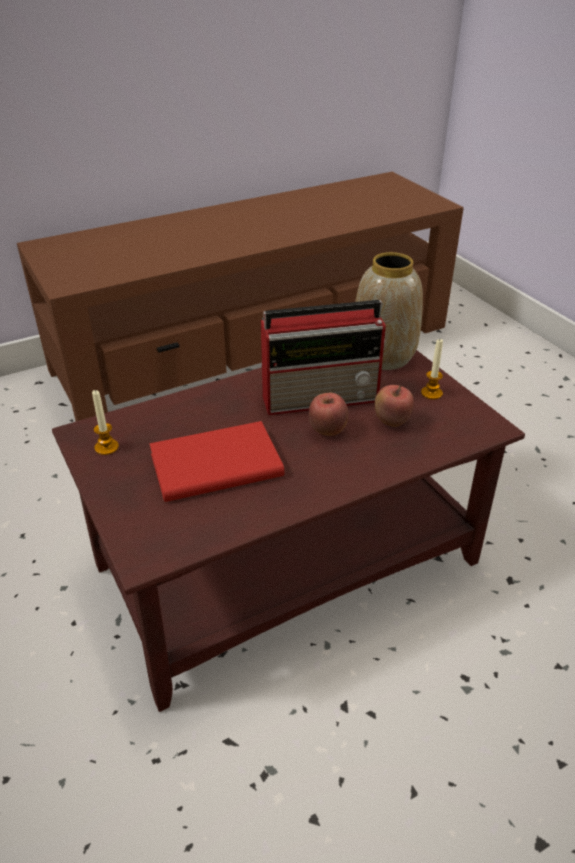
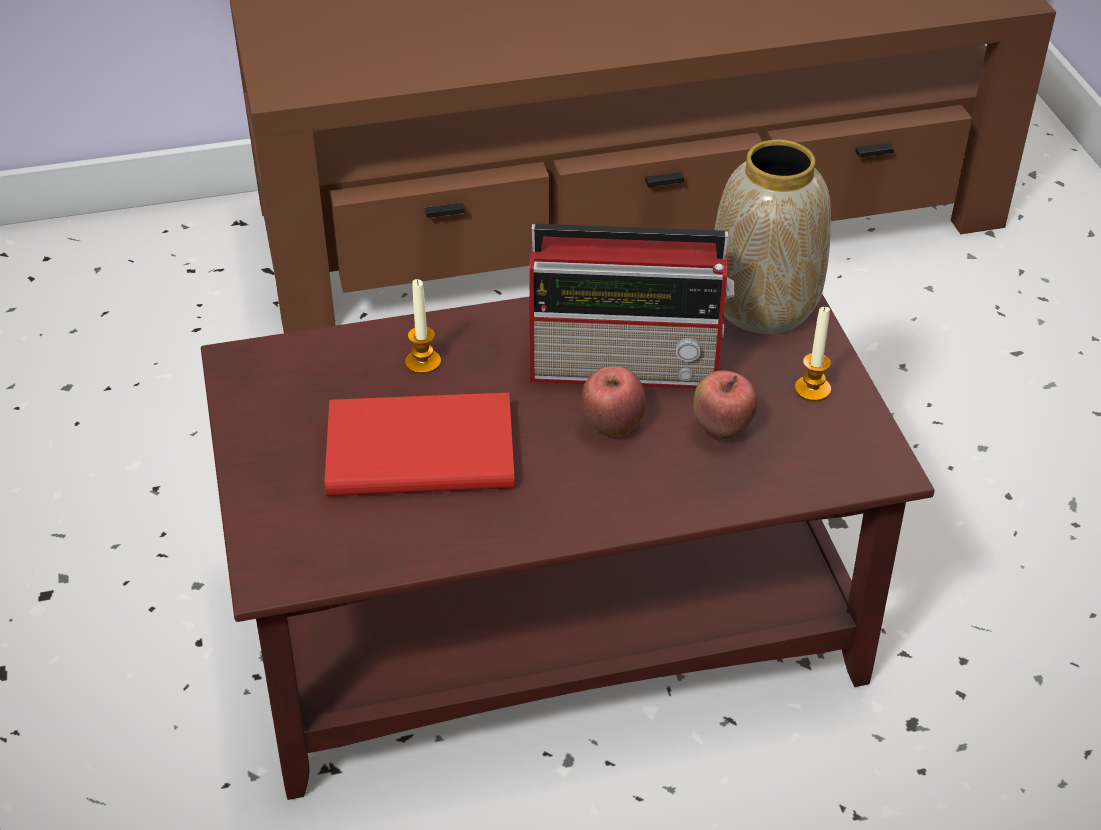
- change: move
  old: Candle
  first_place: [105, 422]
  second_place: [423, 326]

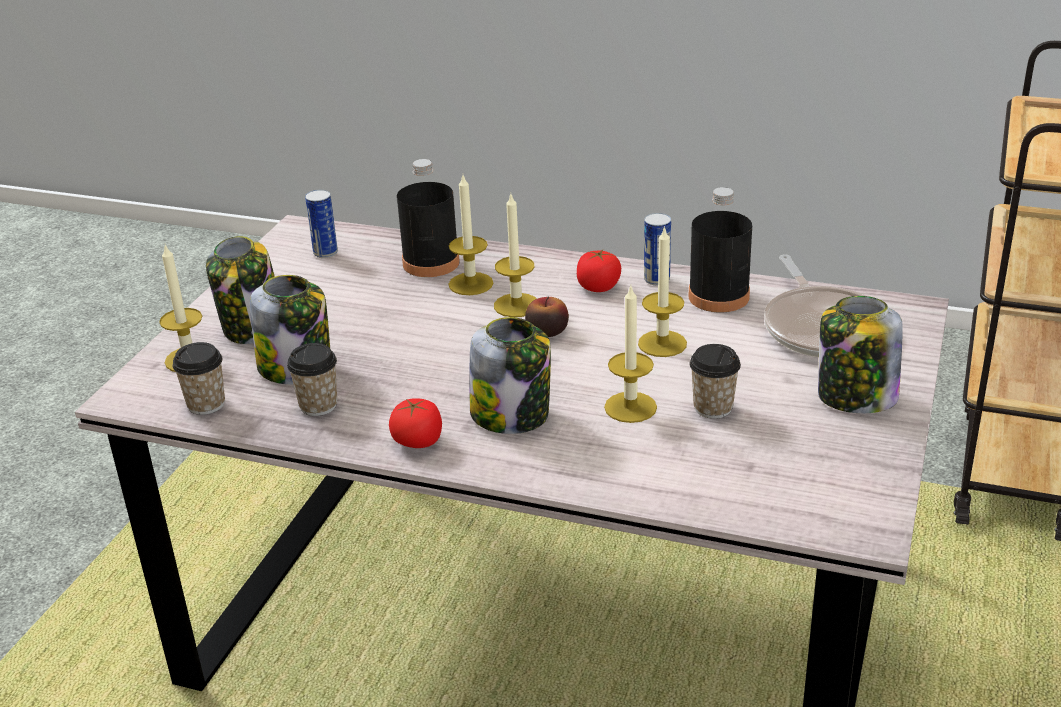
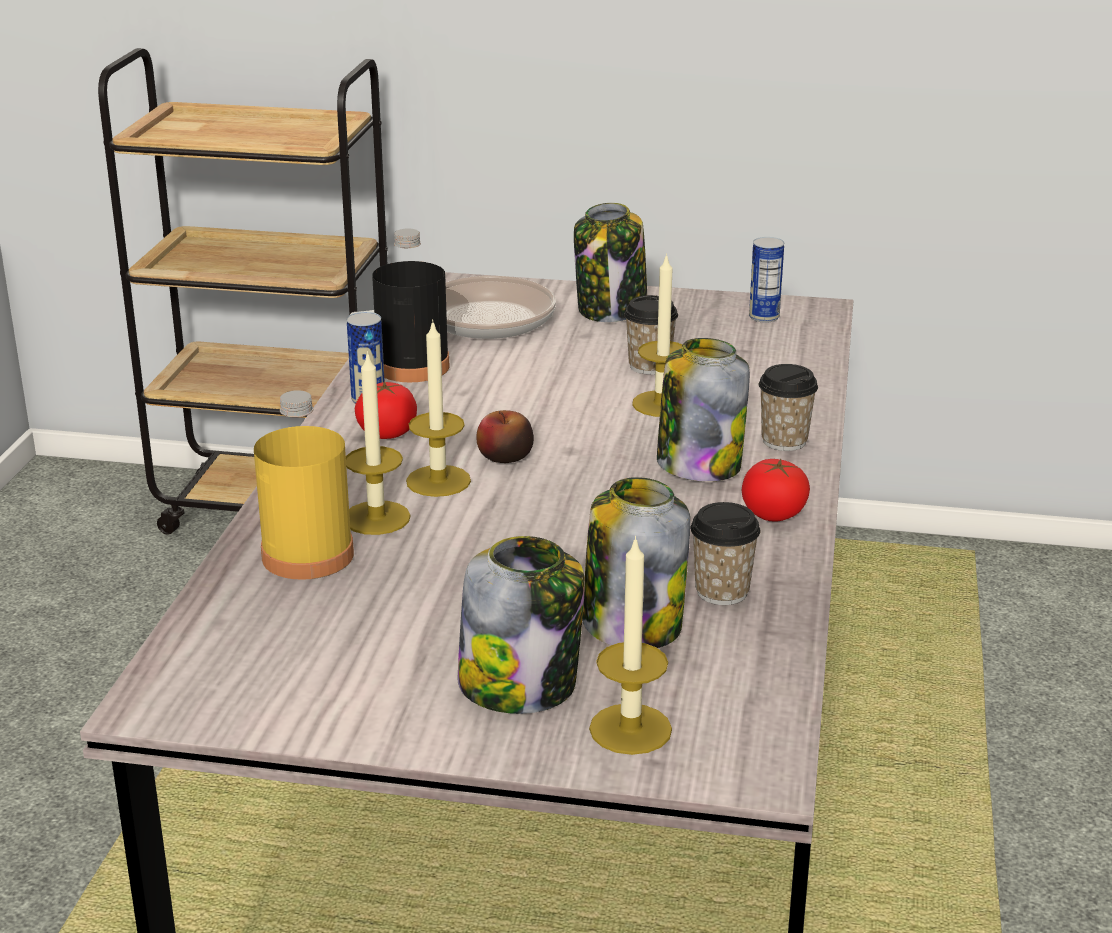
- change: recolor
  old: BlackBottle
  new: YellowBottle
  first_place: [428, 218]
  second_place: [304, 485]
- change: move
  old: Can
  first_place: [321, 224]
  second_place: [766, 280]
- change: delete
  old: Candle
  first_place: [662, 291]
- change: move
  old: Cup
  first_place: [199, 378]
  second_place: [788, 407]

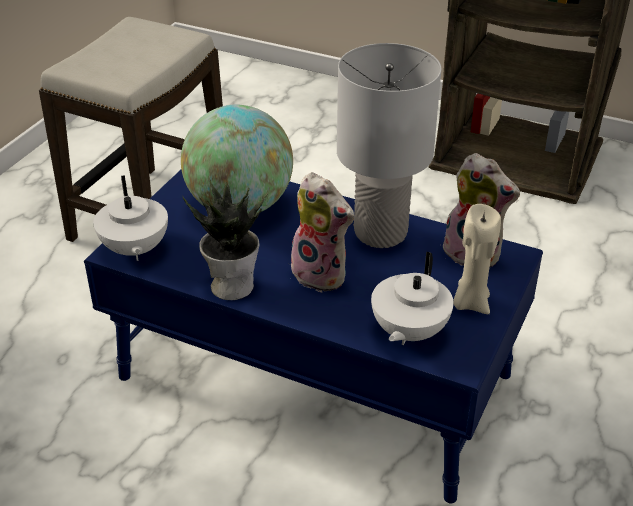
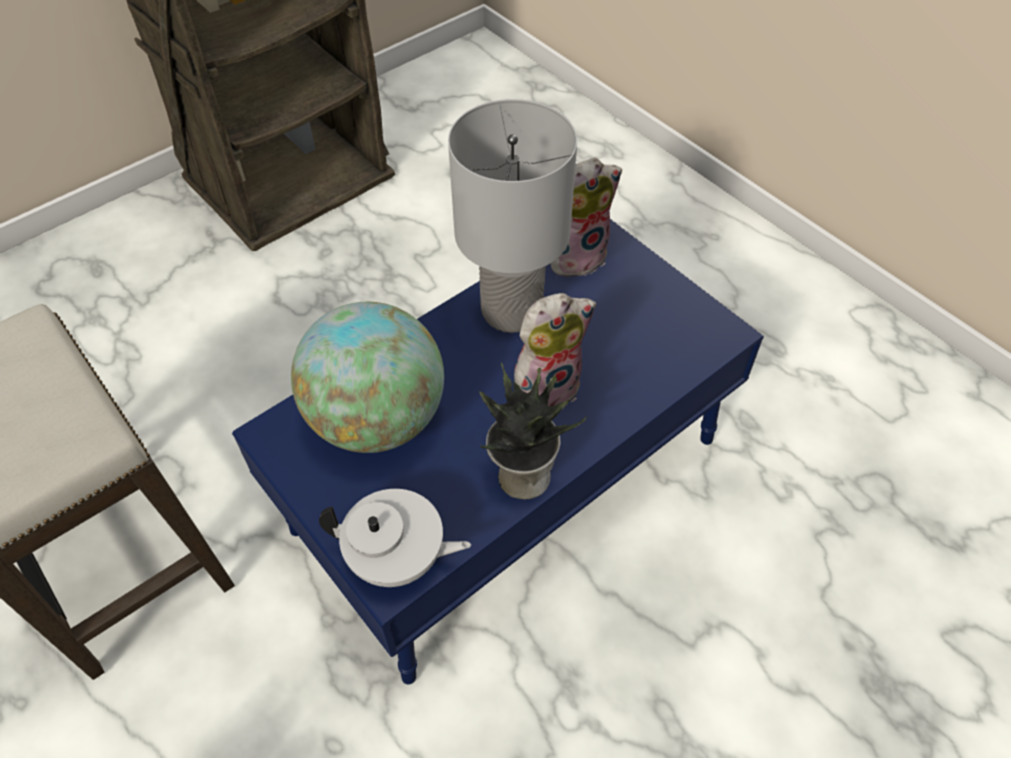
- change: delete
  old: BeigeCandle
  first_place: [477, 259]
- change: delete
  old: WhiteTeapot
  first_place: [412, 298]

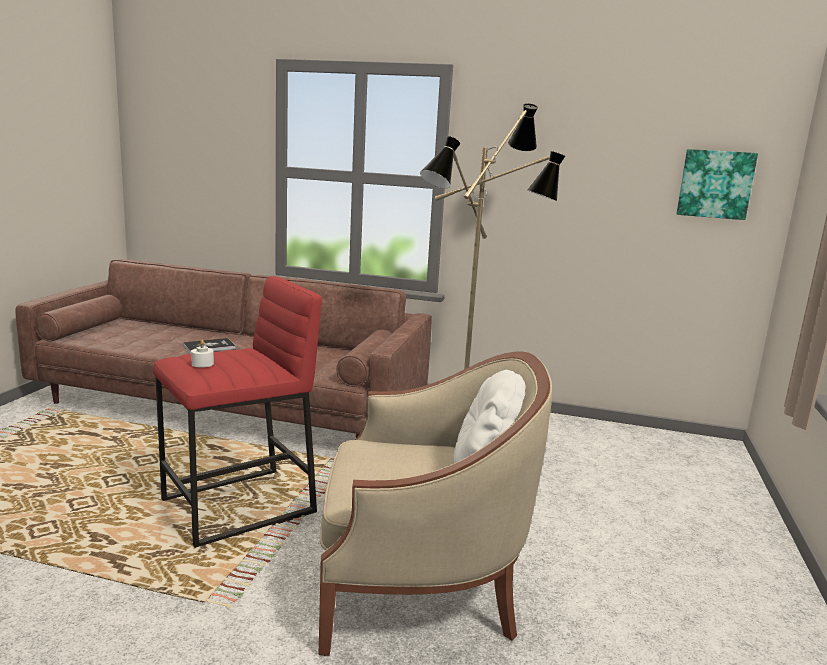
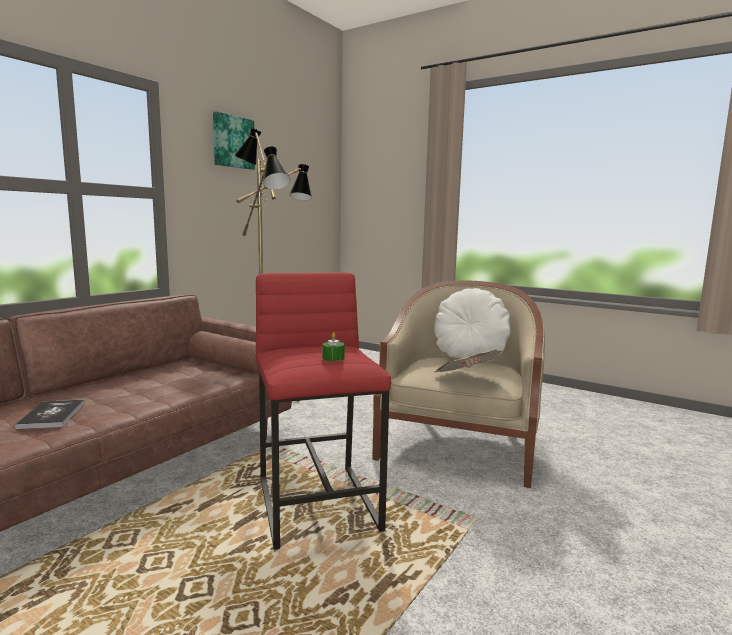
- change: move
  old: Picture
  first_place: [717, 184]
  second_place: [234, 140]
- change: recolor
  old: WhiteCandle
  new: GreenCandle
  first_place: [202, 354]
  second_place: [334, 346]
- change: insert
  new: Newspaper
  second_place: [468, 361]

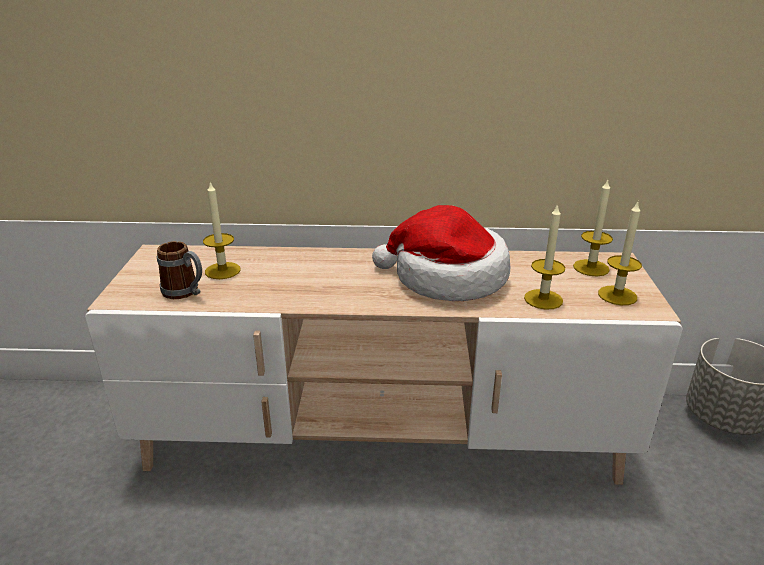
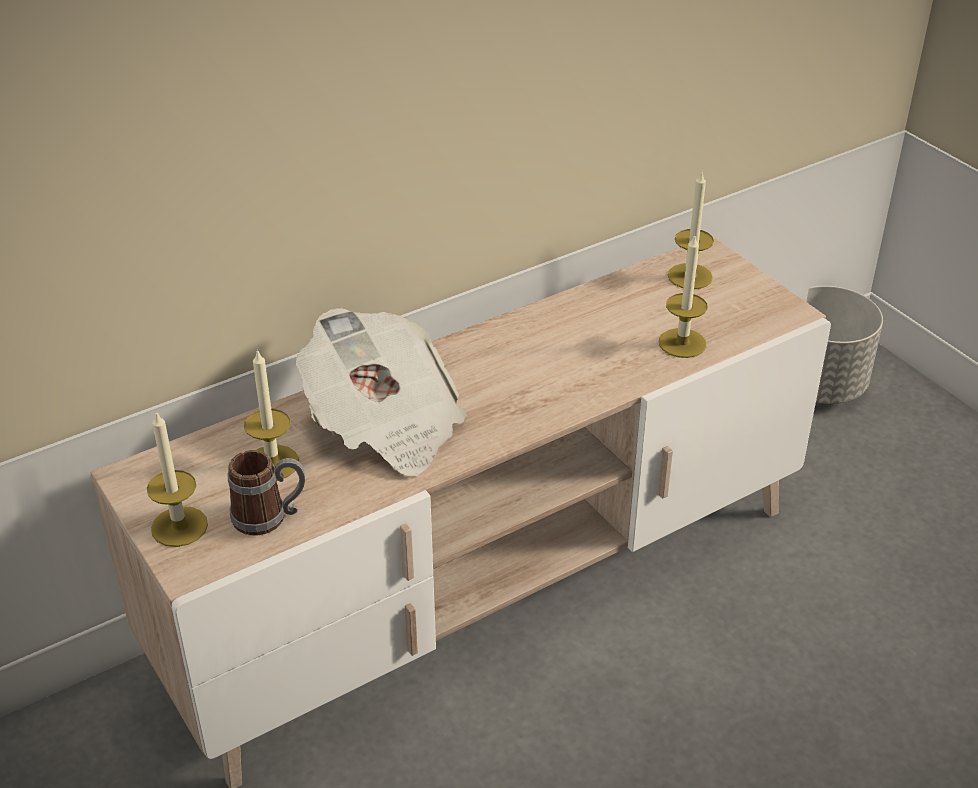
- change: move
  old: Candle
  first_place: [620, 253]
  second_place: [177, 479]
- change: delete
  old: Hat
  first_place: [441, 253]
- change: insert
  new: Newspaper
  second_place: [381, 392]

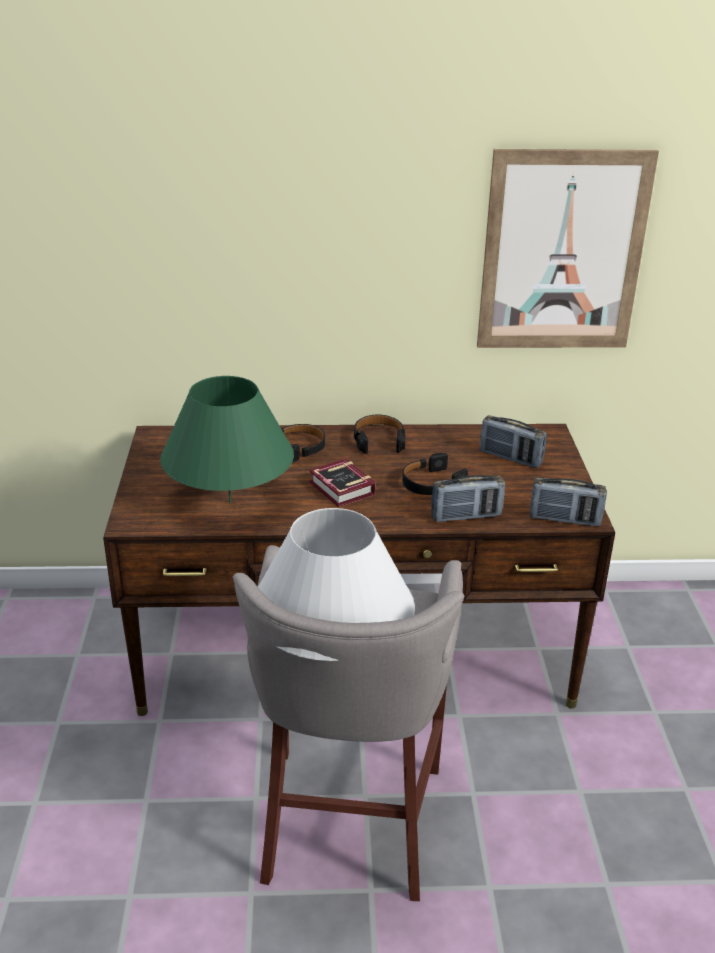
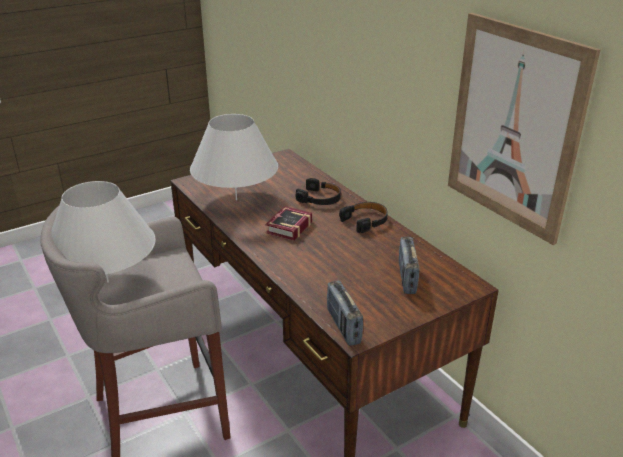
- change: recolor
  old: GreenTableLamp
  new: WhiteTableLamp
  first_place: [227, 439]
  second_place: [234, 157]
- change: delete
  old: BlackHeadphones
  first_place: [435, 474]
- change: delete
  old: Radio
  first_place: [468, 498]

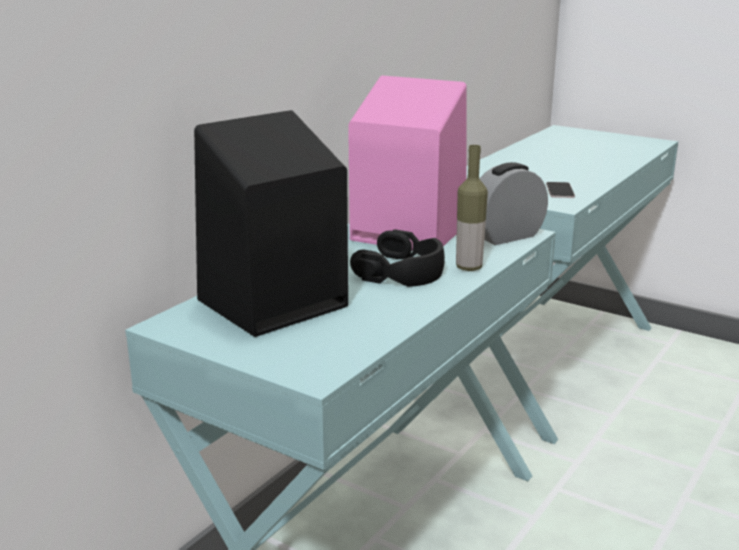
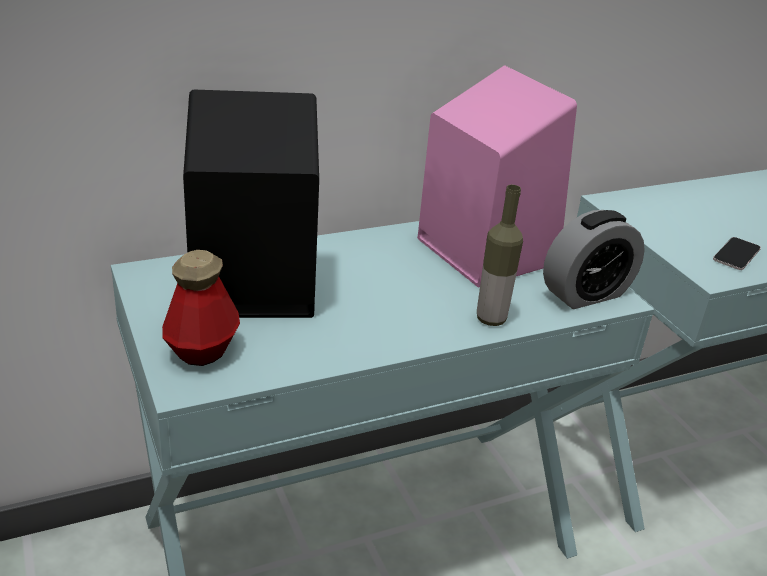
- change: rotate
  old: AlarmClock
  first_place: [513, 203]
  second_place: [594, 259]
  degrees: 150
- change: delete
  old: BlackHeadphones
  first_place: [397, 258]
- change: insert
  new: Bottle
  second_place: [201, 308]

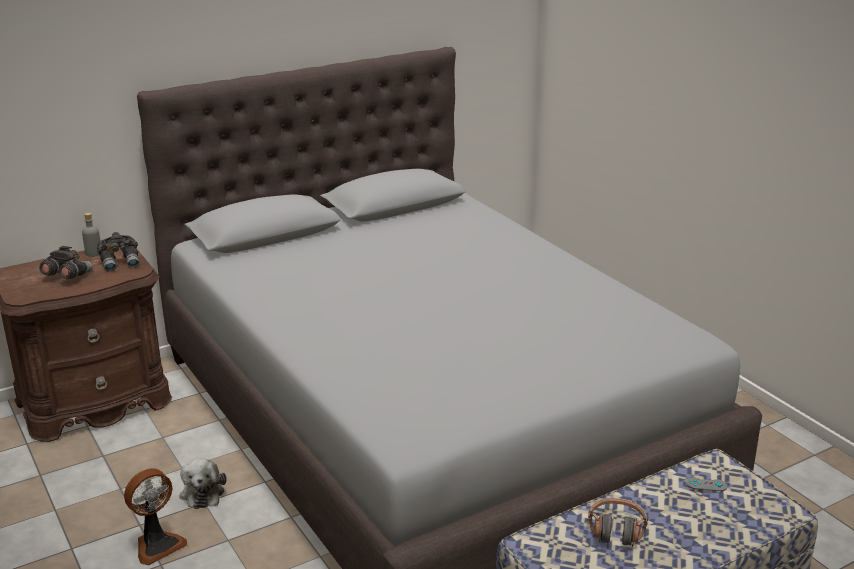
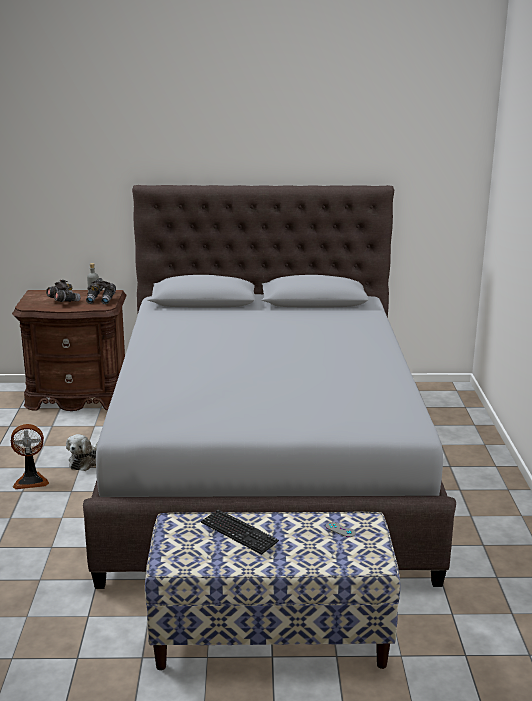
- change: replace
  old: Headphones
  new: Keyboard
  first_place: [618, 522]
  second_place: [240, 532]

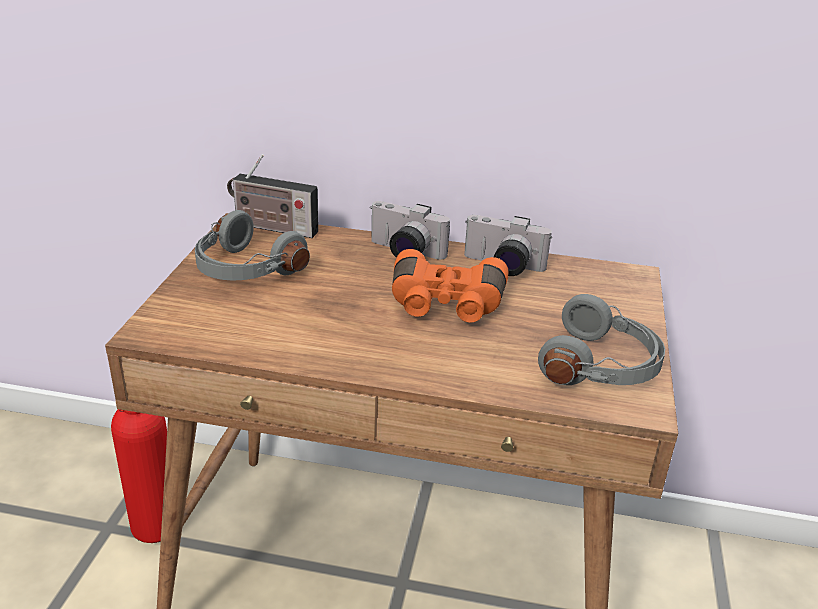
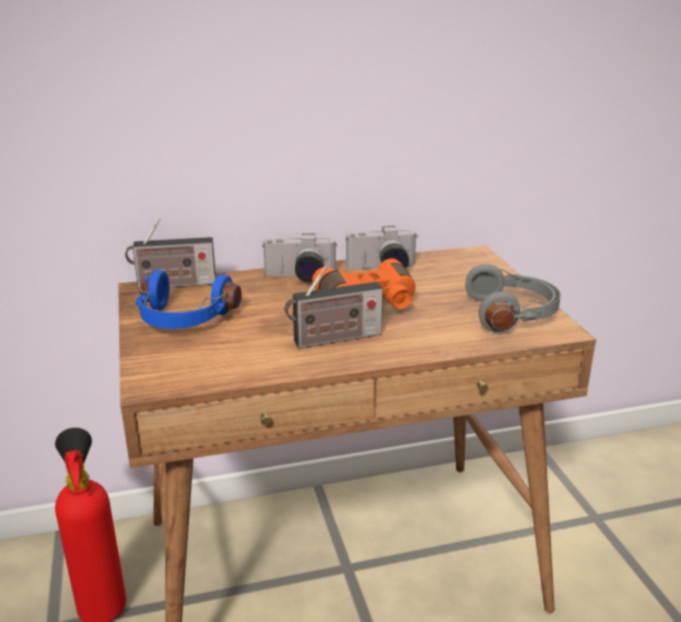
- change: recolor
  old: GreyHeadphones
  new: BlueHeadphones
  first_place: [252, 245]
  second_place: [188, 299]
- change: insert
  new: Radio
  second_place: [334, 306]

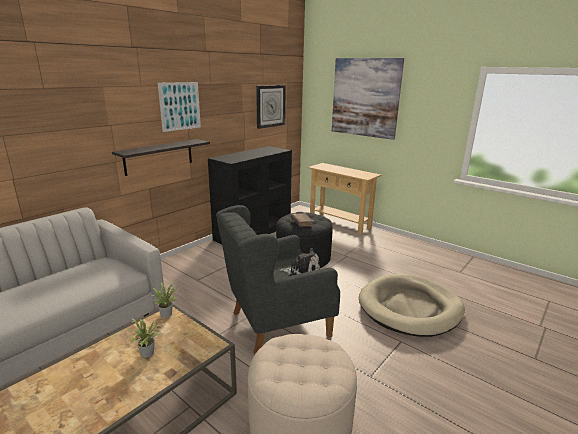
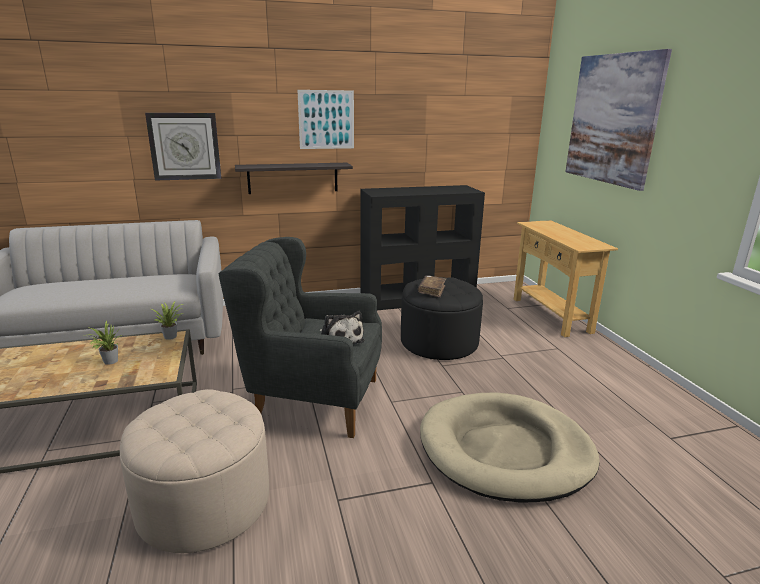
- change: move
  old: WallClock
  first_place: [271, 107]
  second_place: [183, 147]

